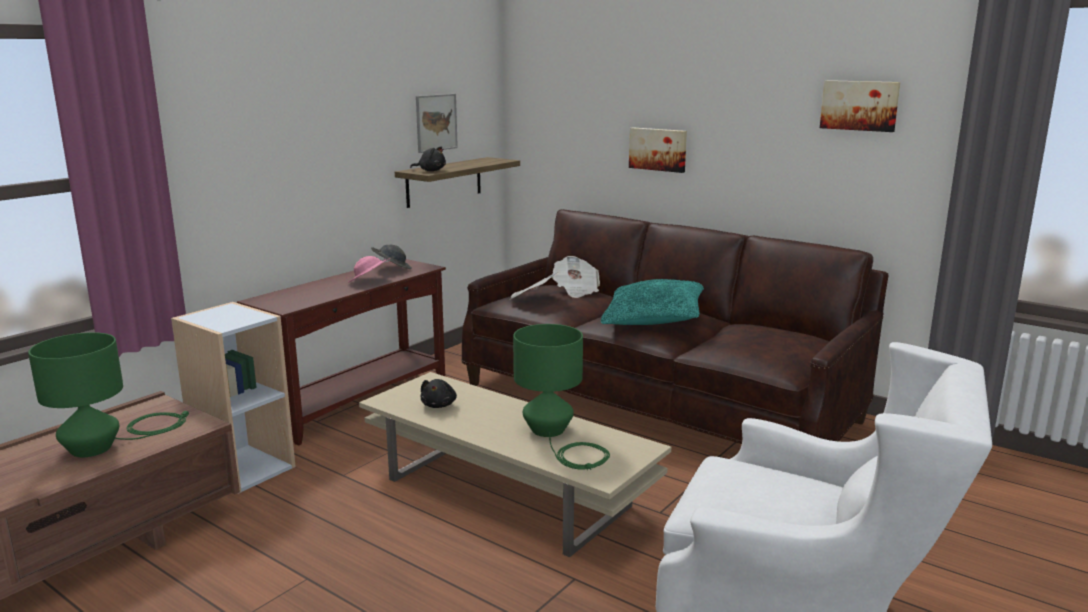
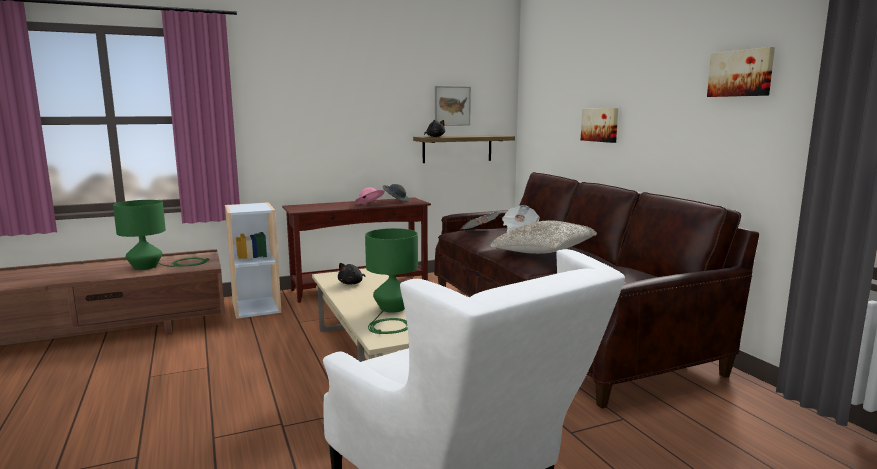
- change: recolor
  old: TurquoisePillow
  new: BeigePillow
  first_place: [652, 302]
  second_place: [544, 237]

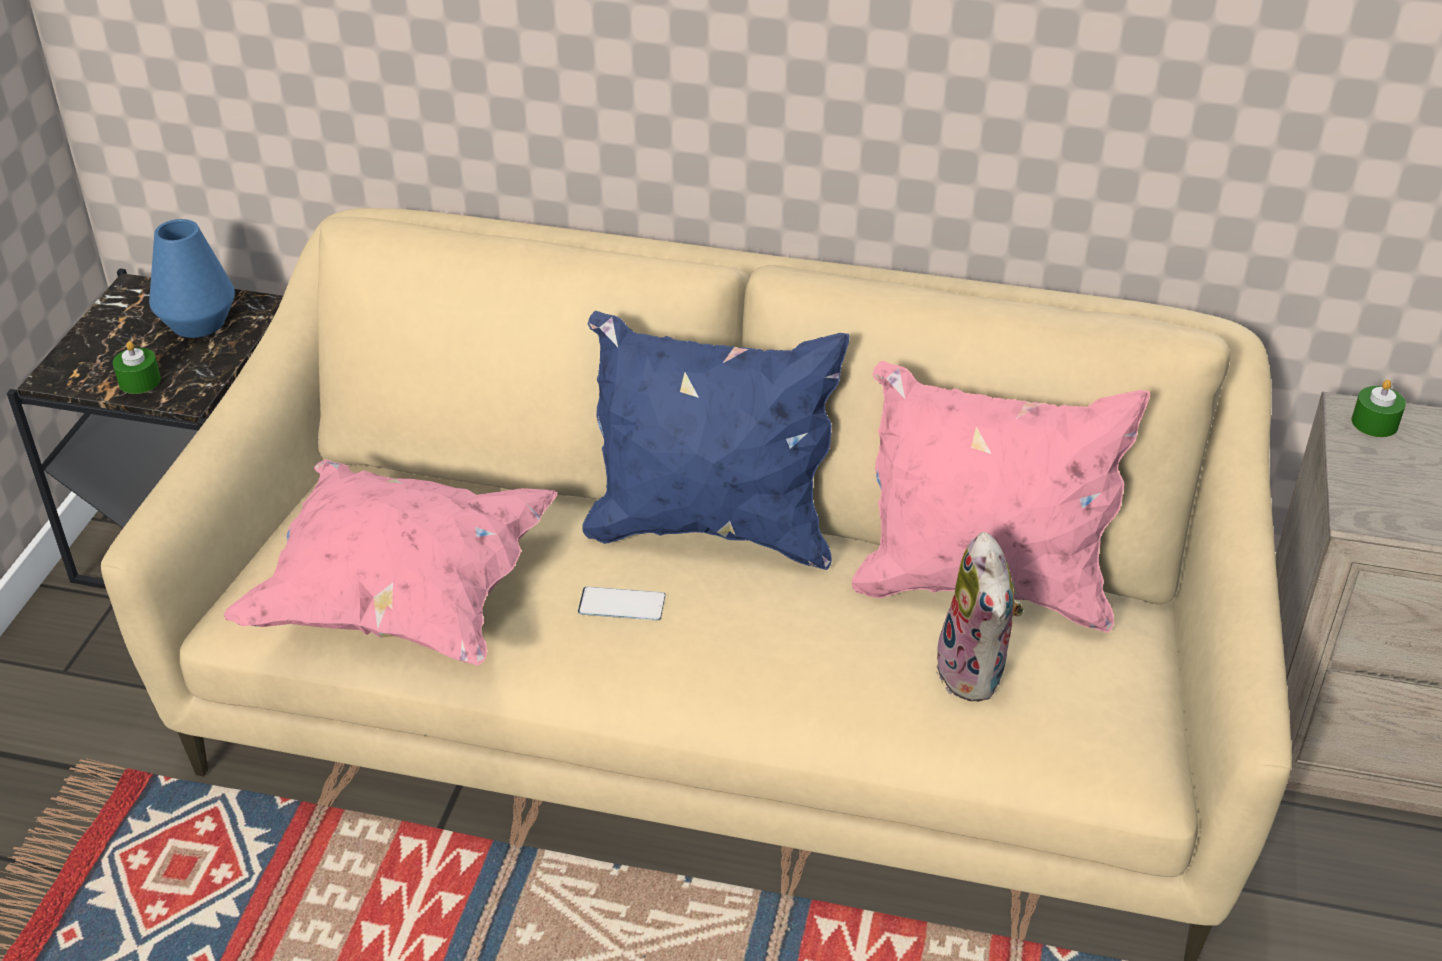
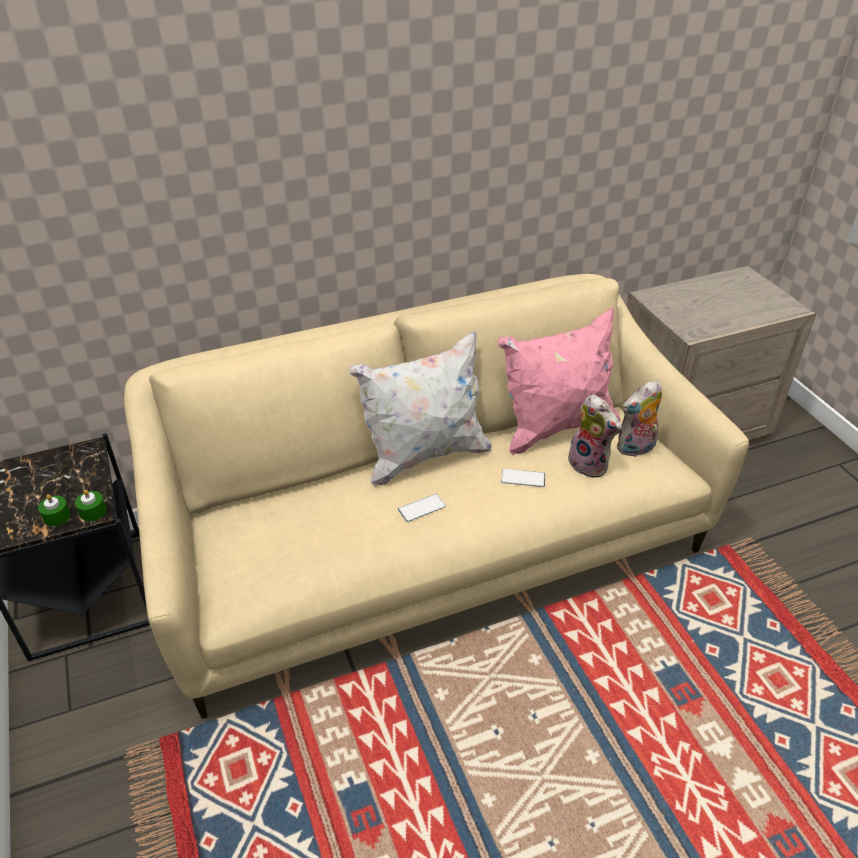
- change: delete
  old: BlueVase
  first_place: [192, 278]
- change: recolor
  old: BluePillow
  new: WhitePillow
  first_place: [716, 440]
  second_place: [420, 408]
- change: move
  old: GreenCandle
  first_place: [1379, 408]
  second_place: [91, 506]
- change: delete
  old: PinkPillow
  first_place: [391, 562]
- change: insert
  new: PlushToy
  second_place: [639, 418]
- change: insert
  new: Phone
  second_place: [523, 478]

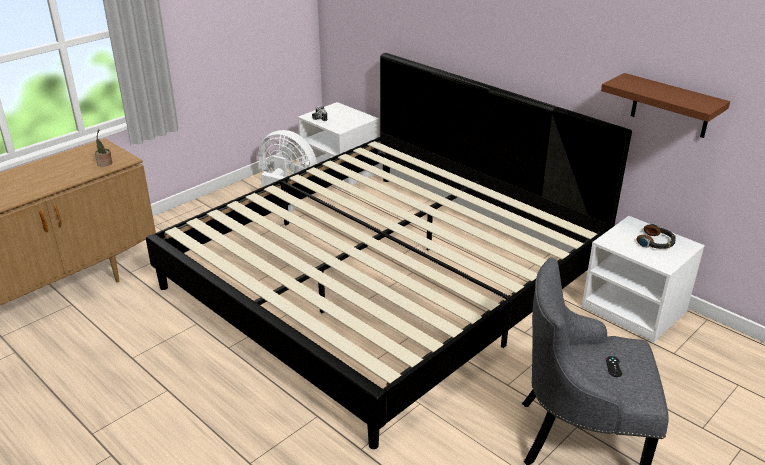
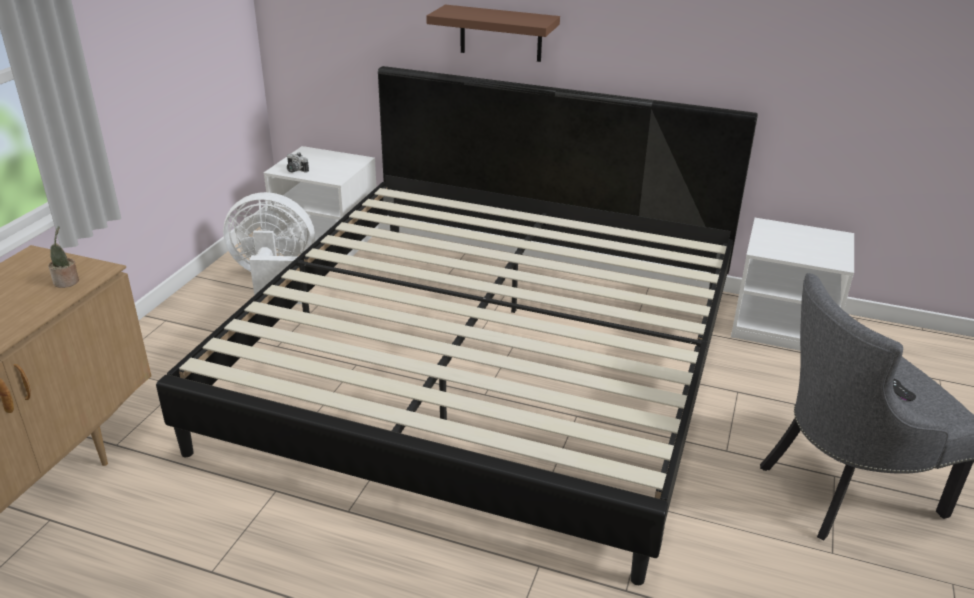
- change: move
  old: BrownShelf
  first_place: [665, 105]
  second_place: [493, 33]
- change: delete
  old: Headphones
  first_place: [656, 236]

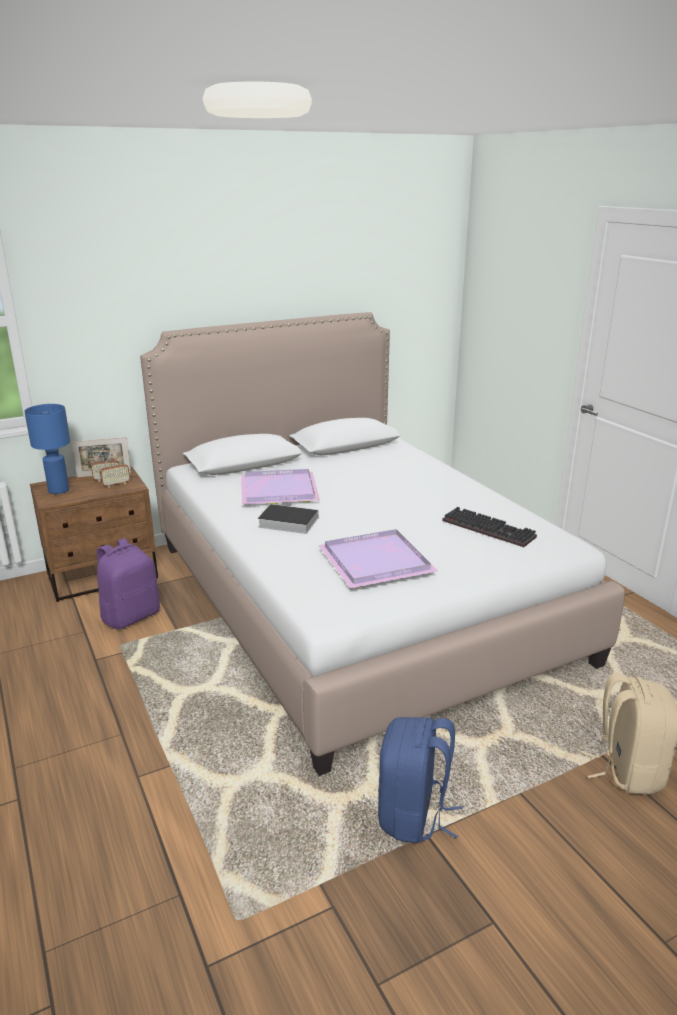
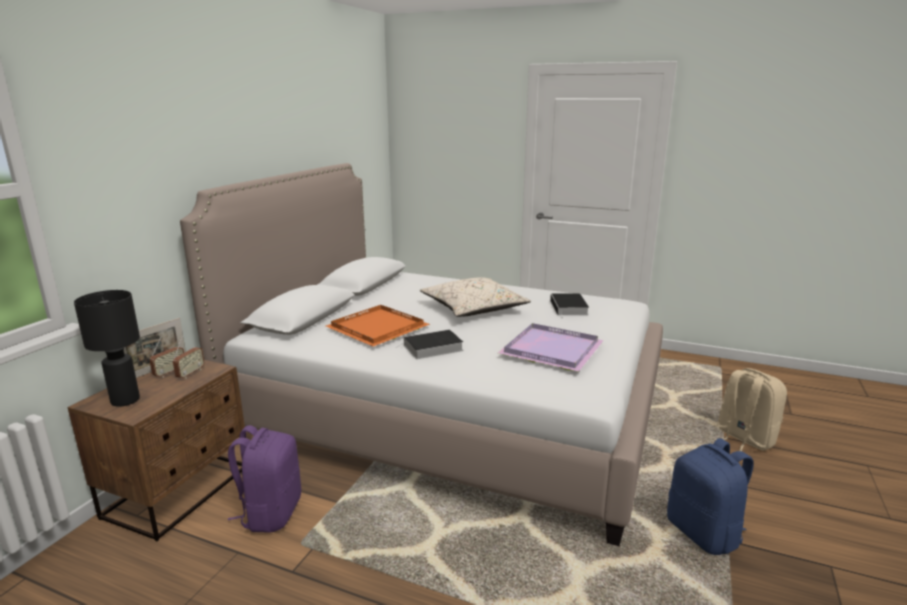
- change: recolor
  old: BlueTableLamp
  new: BlackTableLamp
  first_place: [47, 449]
  second_place: [107, 348]
- change: recolor
  old: PurpleTray
  new: OrangeTray
  first_place: [280, 487]
  second_place: [378, 325]
- change: replace
  old: Keyboard
  new: Book
  first_place: [489, 527]
  second_place: [569, 305]
- change: insert
  new: BeigePillow
  second_place: [475, 297]

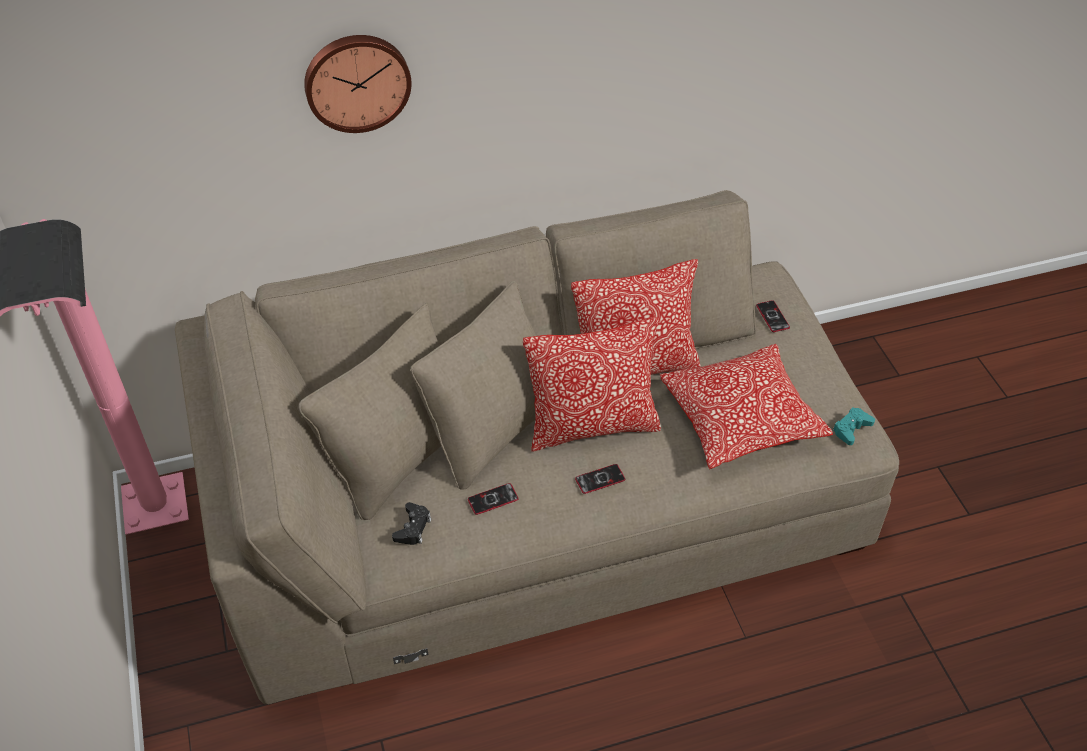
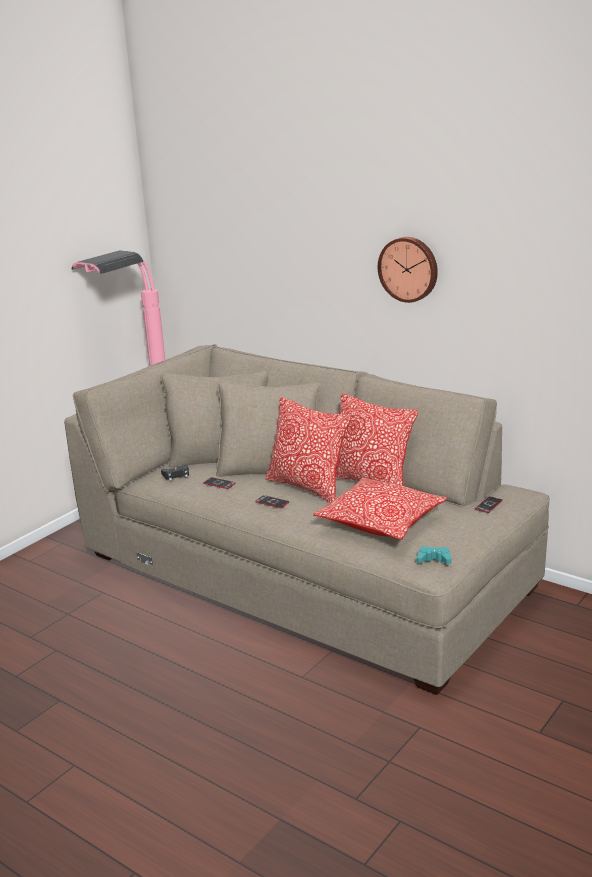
- change: move
  old: WallClock
  first_place: [358, 84]
  second_place: [408, 270]

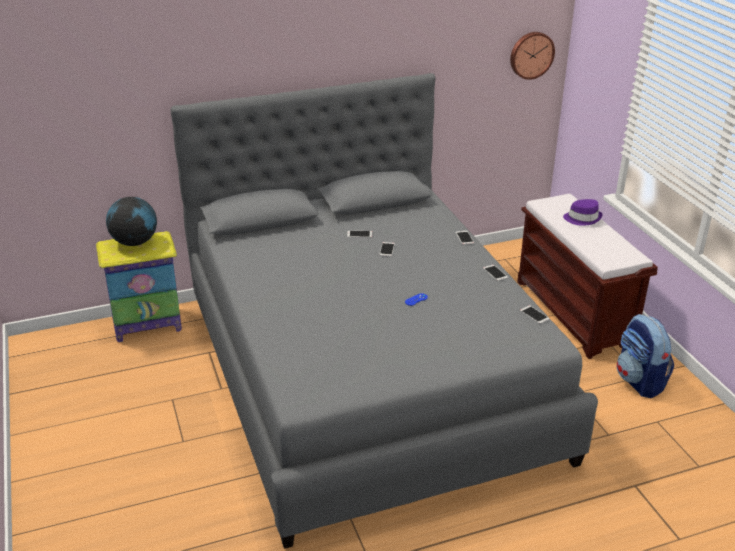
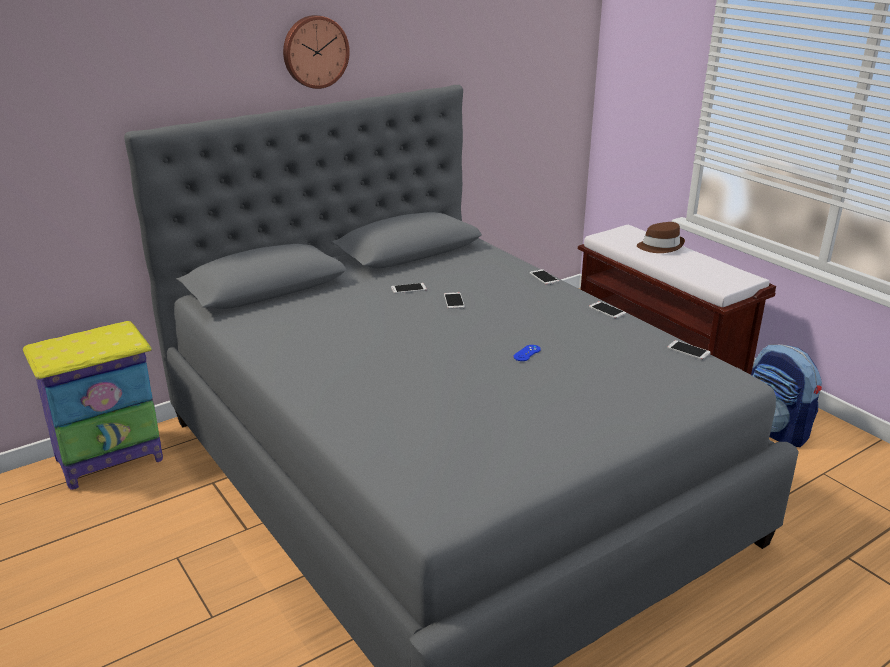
- change: move
  old: WallClock
  first_place: [532, 56]
  second_place: [316, 52]
- change: delete
  old: Globe
  first_place: [131, 221]
- change: recolor
  old: PurpleHat
  new: BrownHat
  first_place: [582, 212]
  second_place: [661, 237]

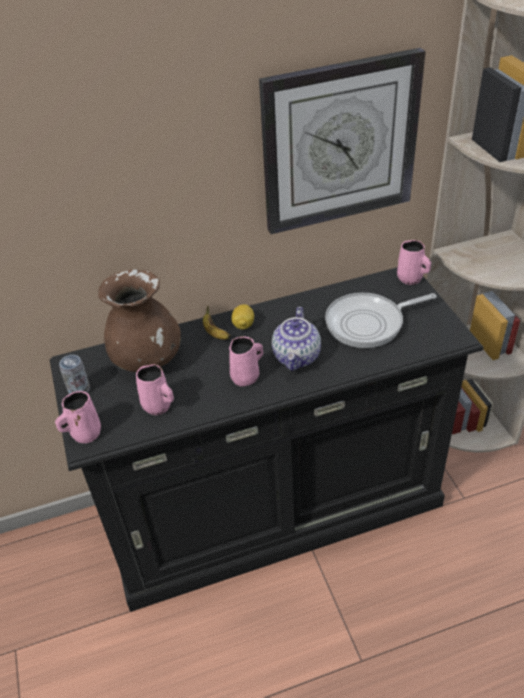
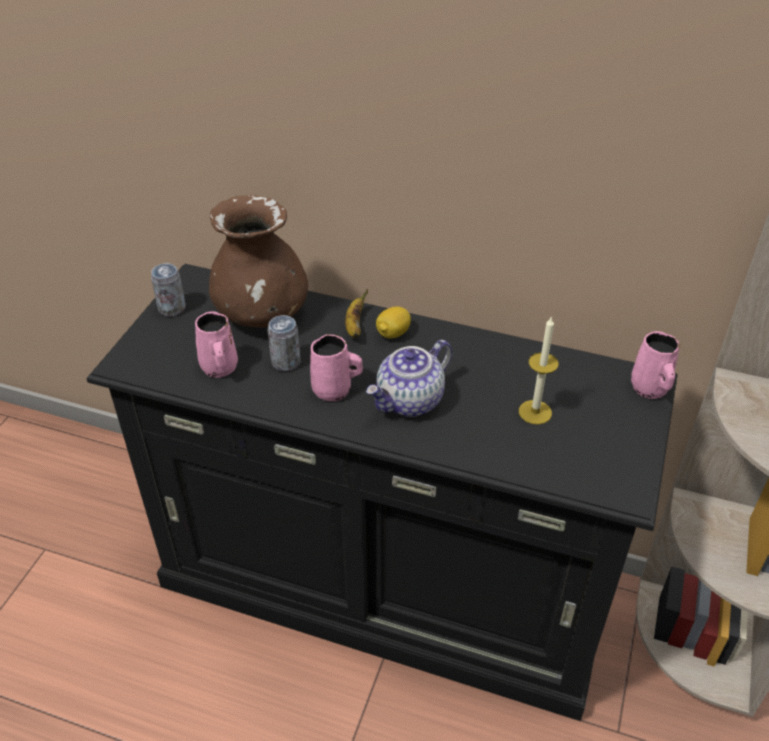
- change: delete
  old: WallClock
  first_place: [342, 141]
- change: replace
  old: FryingPan
  new: Candle
  first_place: [381, 320]
  second_place: [539, 370]
- change: delete
  old: PinkMug
  first_place: [78, 417]
- change: insert
  new: Can
  second_place: [284, 343]

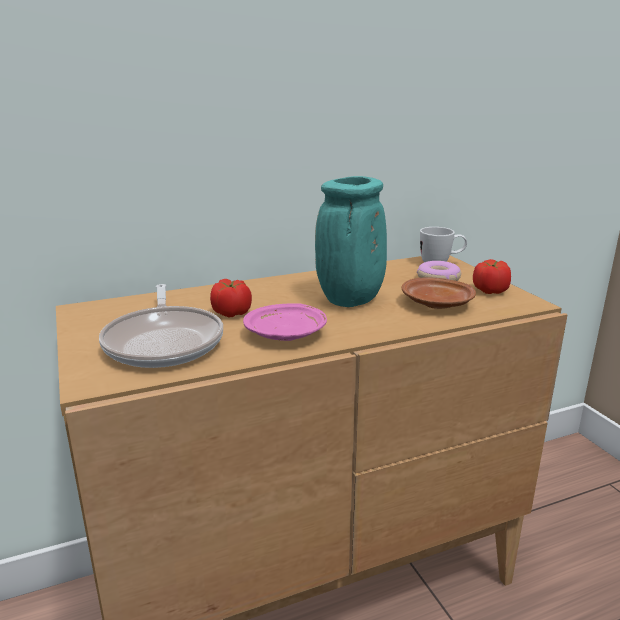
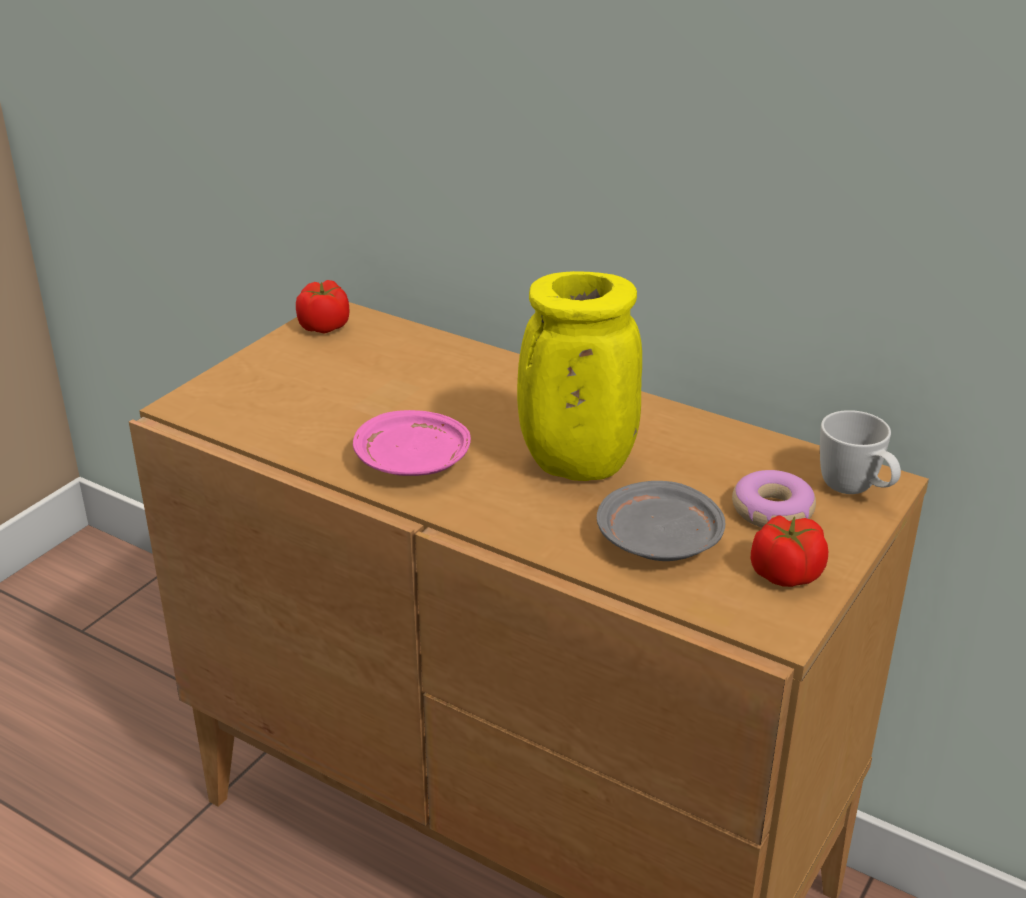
- change: recolor
  old: TurquoiseVase
  new: YellowVase
  first_place: [351, 241]
  second_place: [579, 376]
- change: recolor
  old: BrownPlate
  new: GreyPlate
  first_place: [439, 293]
  second_place: [661, 521]
- change: move
  old: Tomato
  first_place: [231, 298]
  second_place: [322, 307]
- change: delete
  old: FryingPan
  first_place: [161, 326]

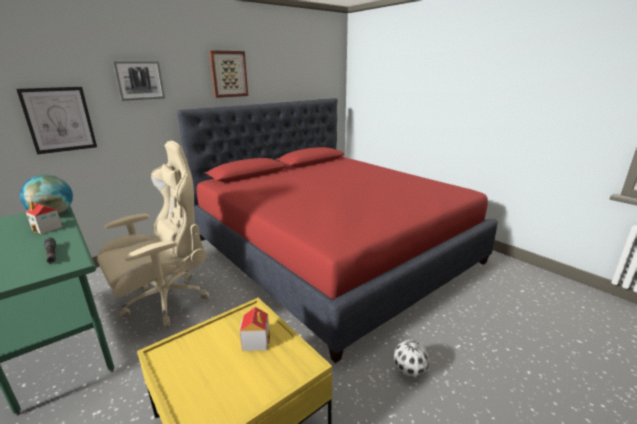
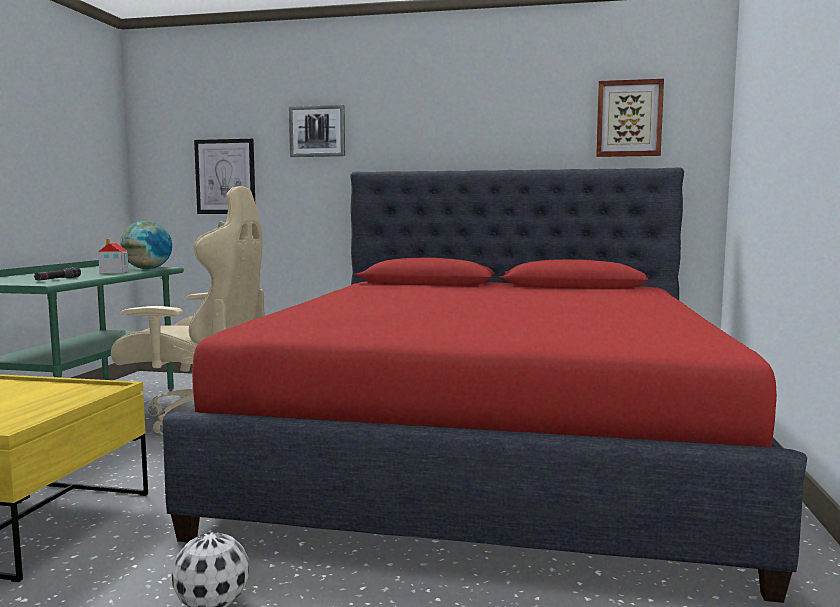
- change: move
  old: Picture
  first_place: [228, 74]
  second_place: [630, 118]
- change: delete
  old: ToyHouse
  first_place: [254, 329]

